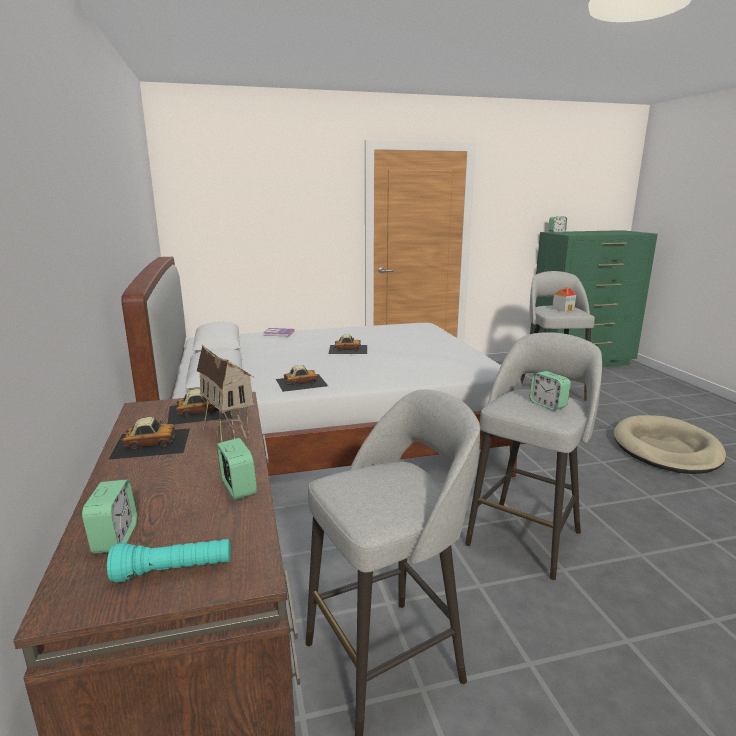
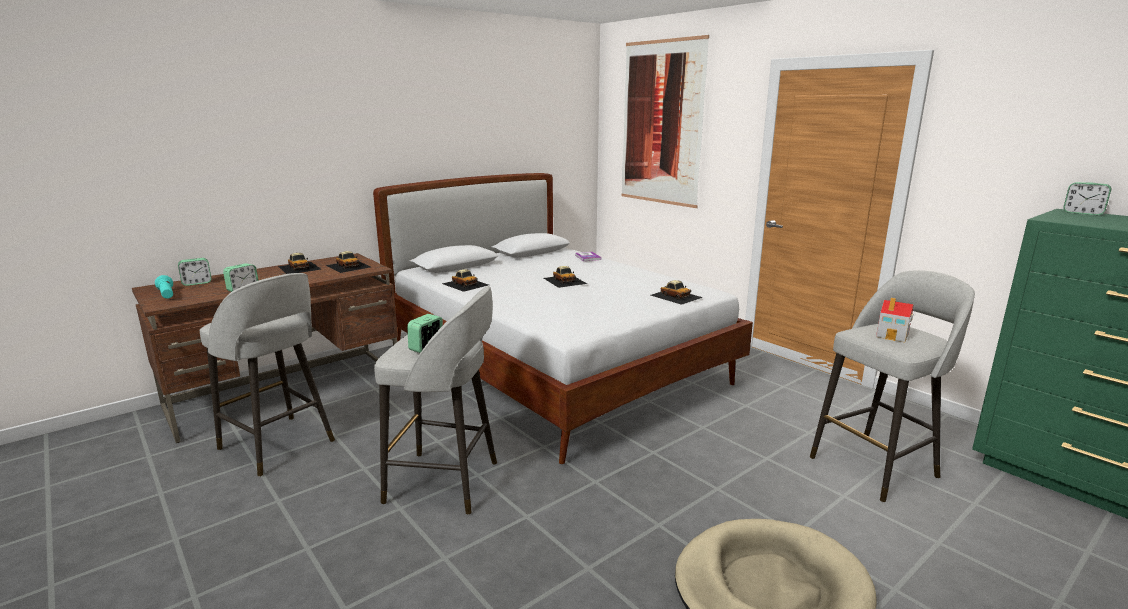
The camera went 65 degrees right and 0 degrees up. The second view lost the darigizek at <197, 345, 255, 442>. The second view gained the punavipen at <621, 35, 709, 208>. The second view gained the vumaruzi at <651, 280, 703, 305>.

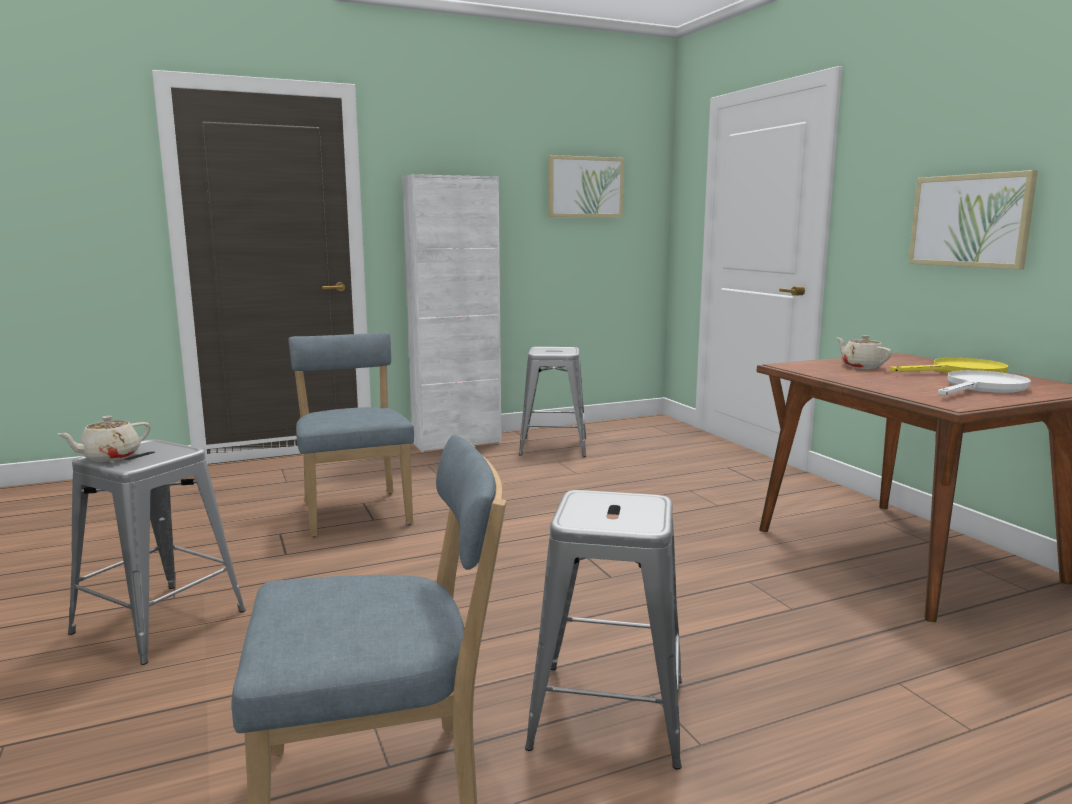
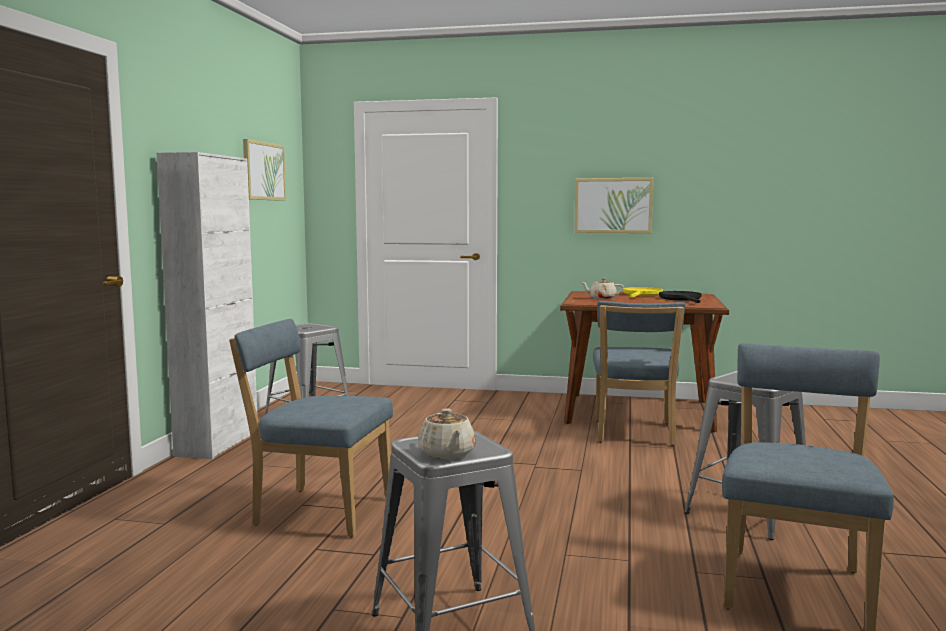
The camera went 55 degrees left and 5 degrees down. The second view gained the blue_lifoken at <593, 301, 686, 446>. What was the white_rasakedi at <938, 370, 1031, 396> turned into the black_rasakedi at <659, 291, 702, 303>.

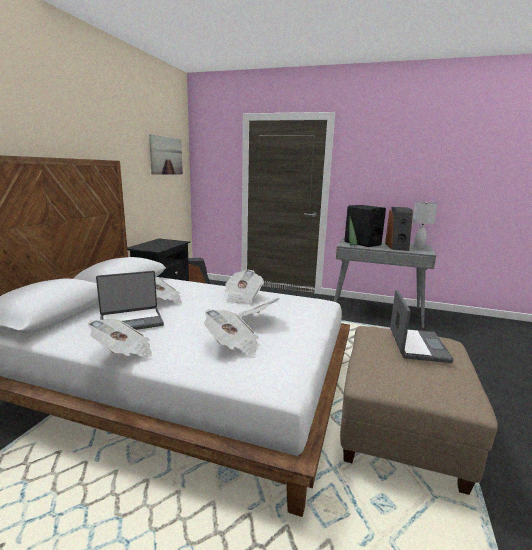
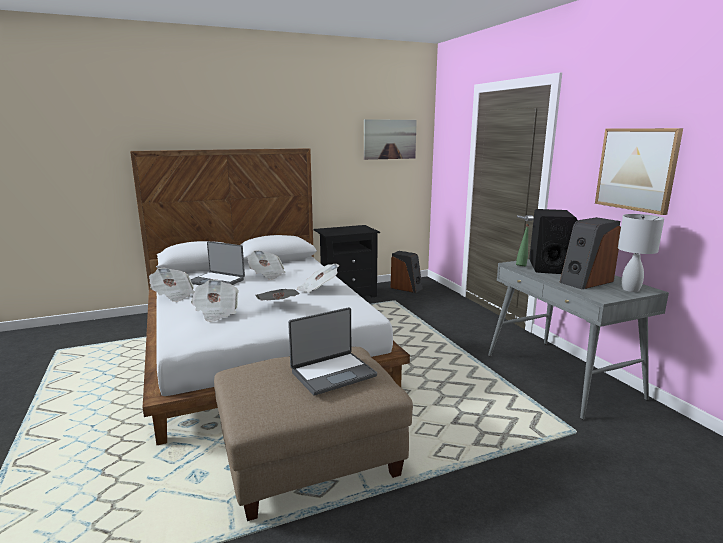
The camera went 50 degrees right and 0 degrees up. The second view gained the punavipen at <595, 128, 683, 215>.

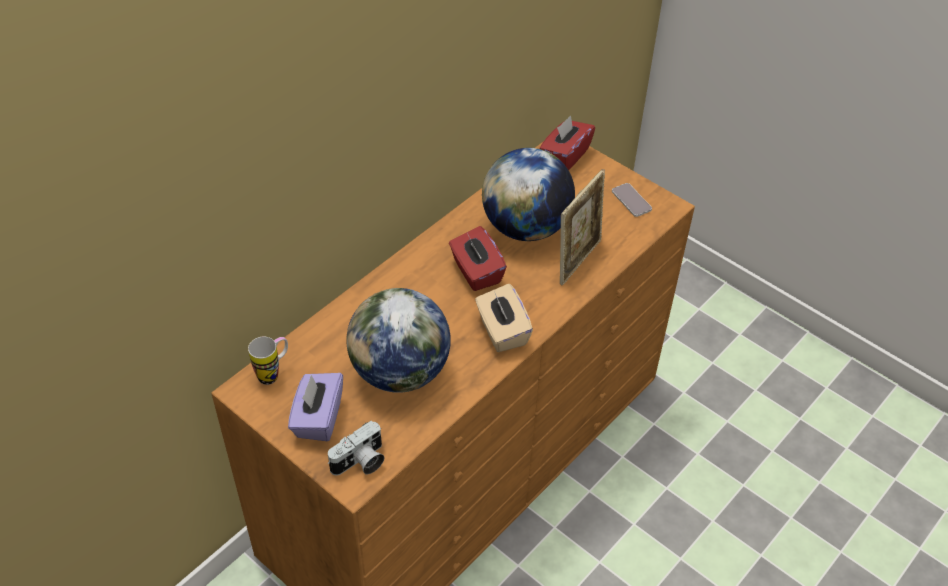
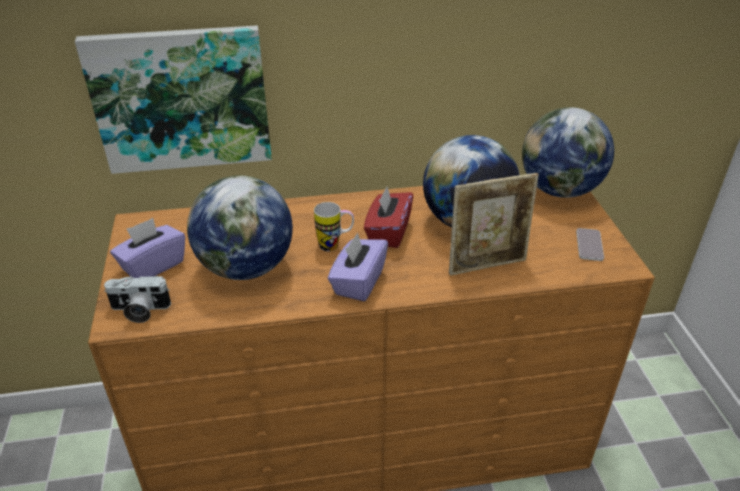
The camera went 40 degrees right and 10 degrees down. The second view gained the punavipen at <75, 25, 272, 174>. The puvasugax ended up elsewhere, having gone from <248, 337, 288, 385> to <314, 202, 354, 252>. Where the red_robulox stood at <540, 116, 595, 170>, the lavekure came to stand at <522, 107, 614, 198>. What was the beige_robulox at <475, 284, 533, 352> turned into the purple_robulox at <328, 232, 388, 301>.

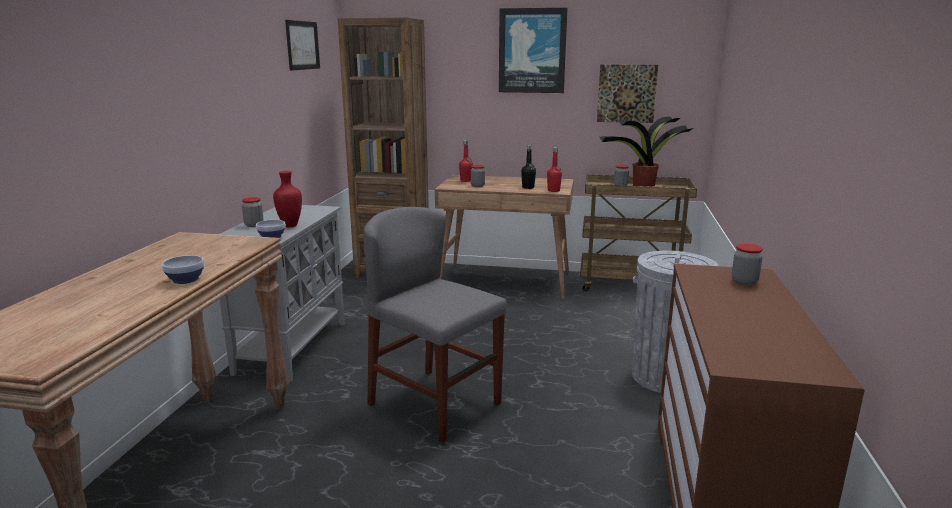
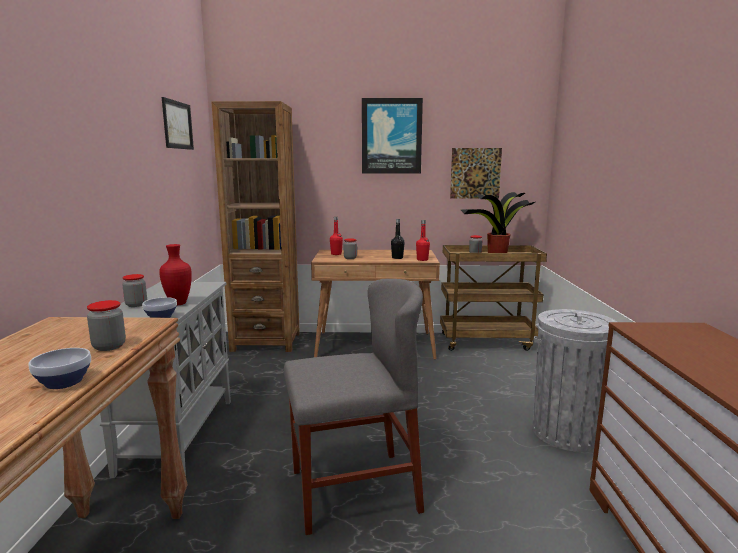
The camera went 10 degrees left and 5 degrees down. The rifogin ended up elsewhere, having gone from <732, 244, 763, 286> to <87, 300, 126, 351>. The grey_lifoken at <364, 207, 507, 443> ended up facing another way, 135 degrees clockwise from before.

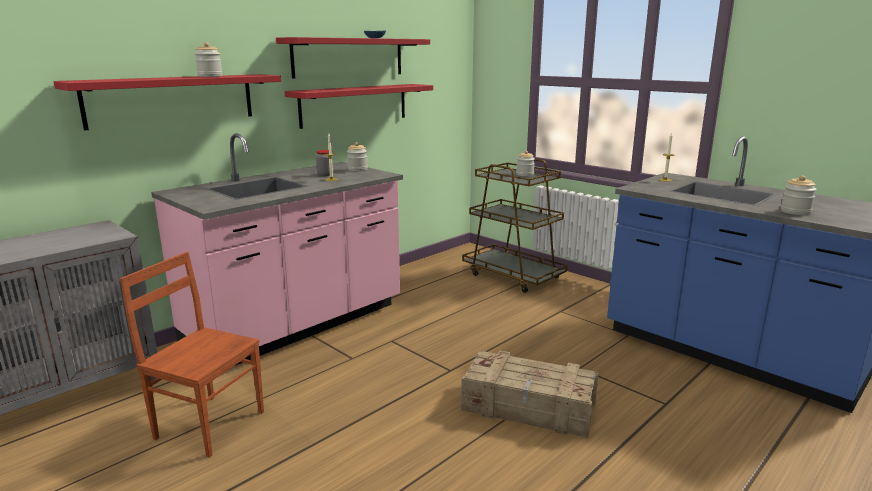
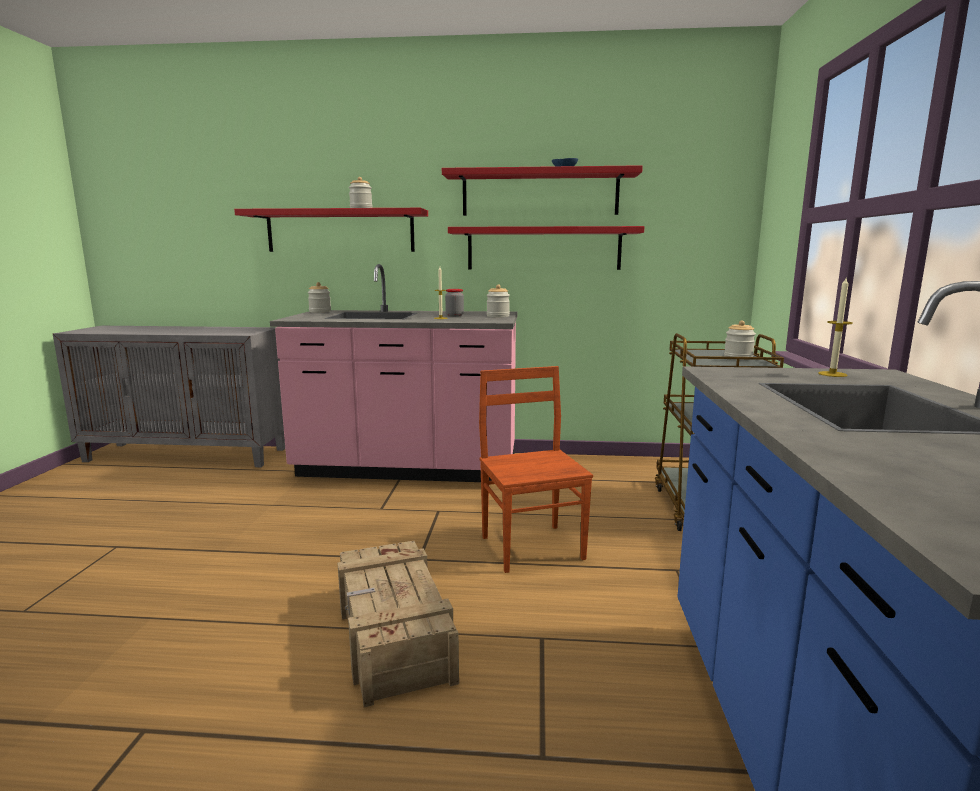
The camera went 50 degrees right and 5 degrees down. The brown_lifoken ended up elsewhere, having gone from <120, 252, 264, 458> to <479, 366, 593, 573>. The rifogin ended up elsewhere, having gone from <781, 175, 817, 215> to <308, 282, 331, 313>.

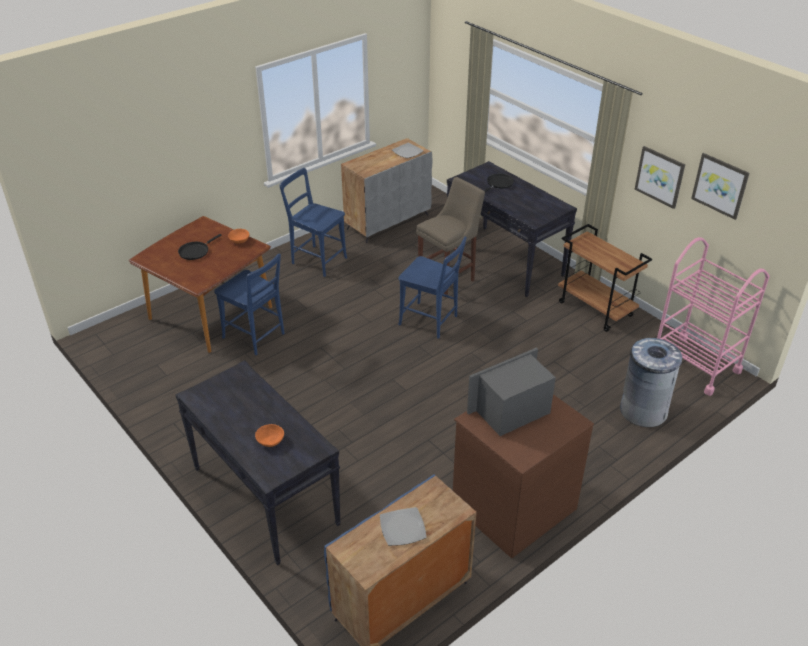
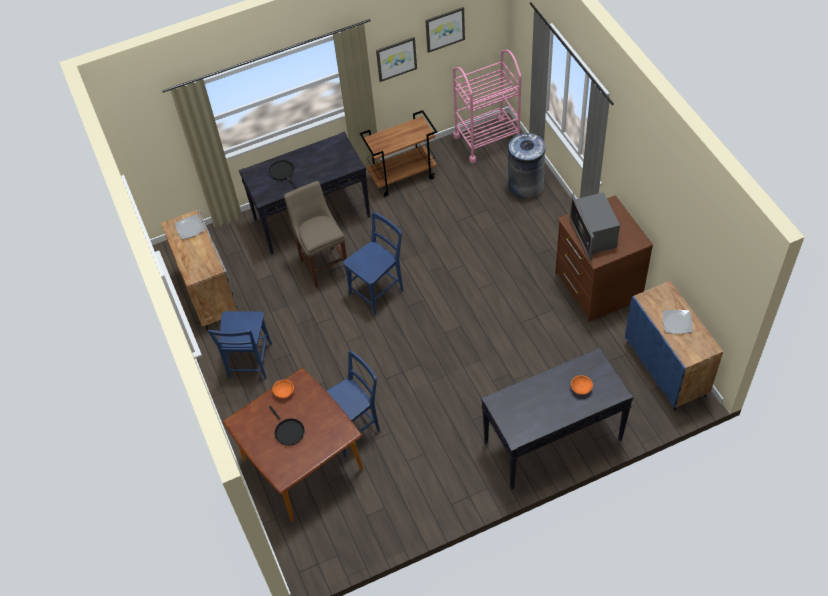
The camera went 70 degrees left and 15 degrees up. The blue_lifoken at <280, 168, 347, 277> ended up facing another way, 45 degrees counterclockwise from before.

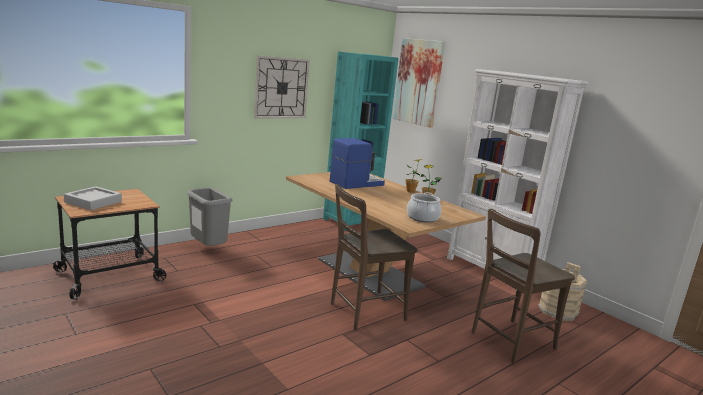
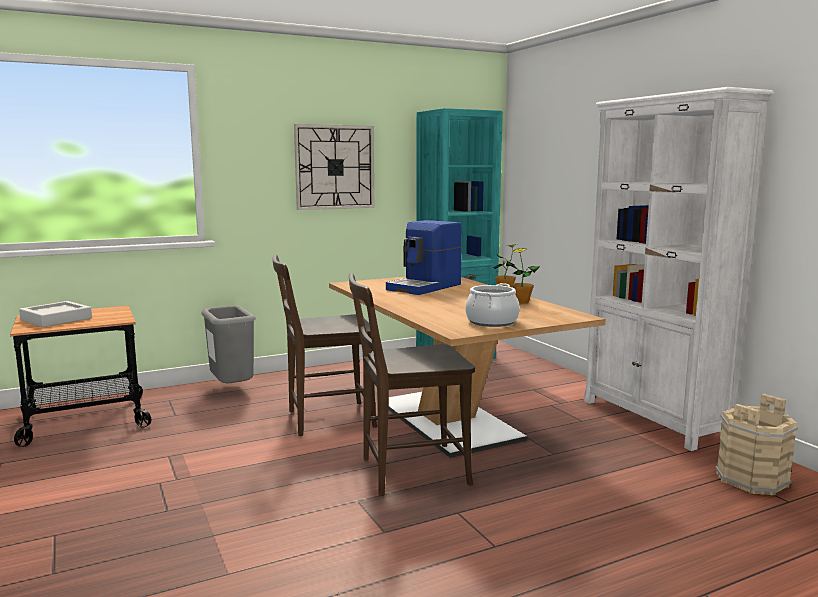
The camera went 15 degrees right and 5 degrees down. The second view lost the punavipen at <393, 38, 445, 128>. The brown_lifoken ended up elsewhere, having gone from <472, 209, 575, 363> to <272, 255, 377, 436>. The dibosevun at <330, 138, 385, 189> ended up facing another way, 150 degrees clockwise from before.

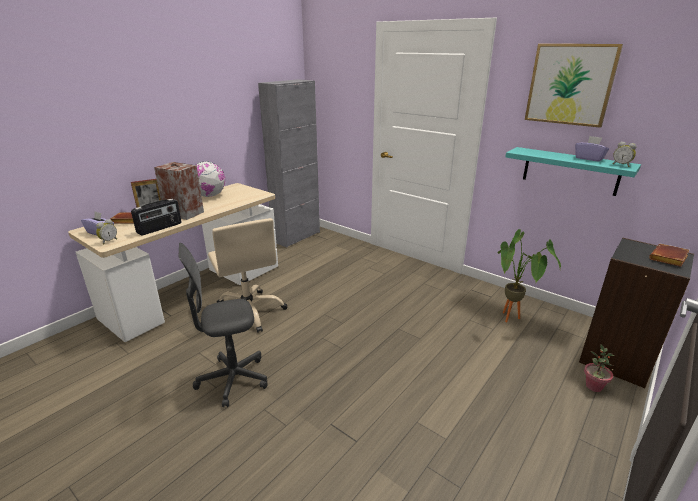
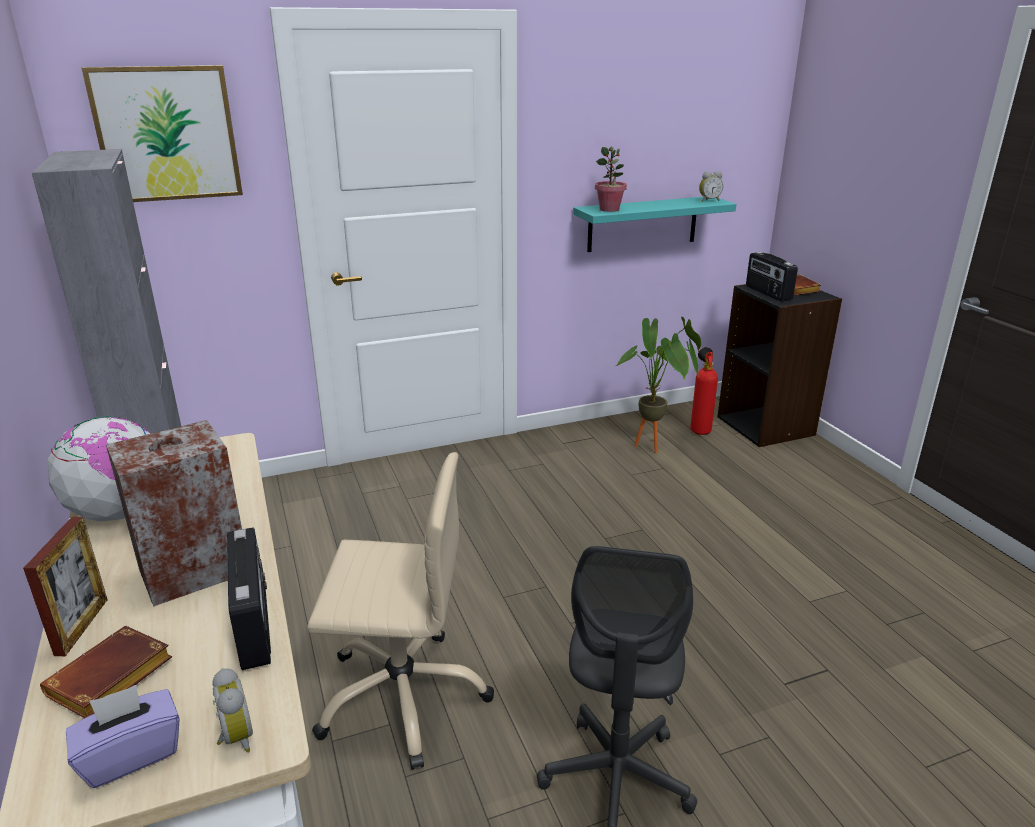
The camera went 60 degrees left and 0 degrees up. The second view lost the purple_robulox at <575, 136, 609, 161>. The second view gained the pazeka at <690, 347, 718, 435>. The second view gained the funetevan at <746, 252, 798, 302>. The punavipen ended up elsewhere, having gone from <525, 44, 623, 128> to <82, 65, 243, 202>. The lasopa ended up elsewhere, having gone from <584, 344, 615, 392> to <595, 147, 627, 212>.

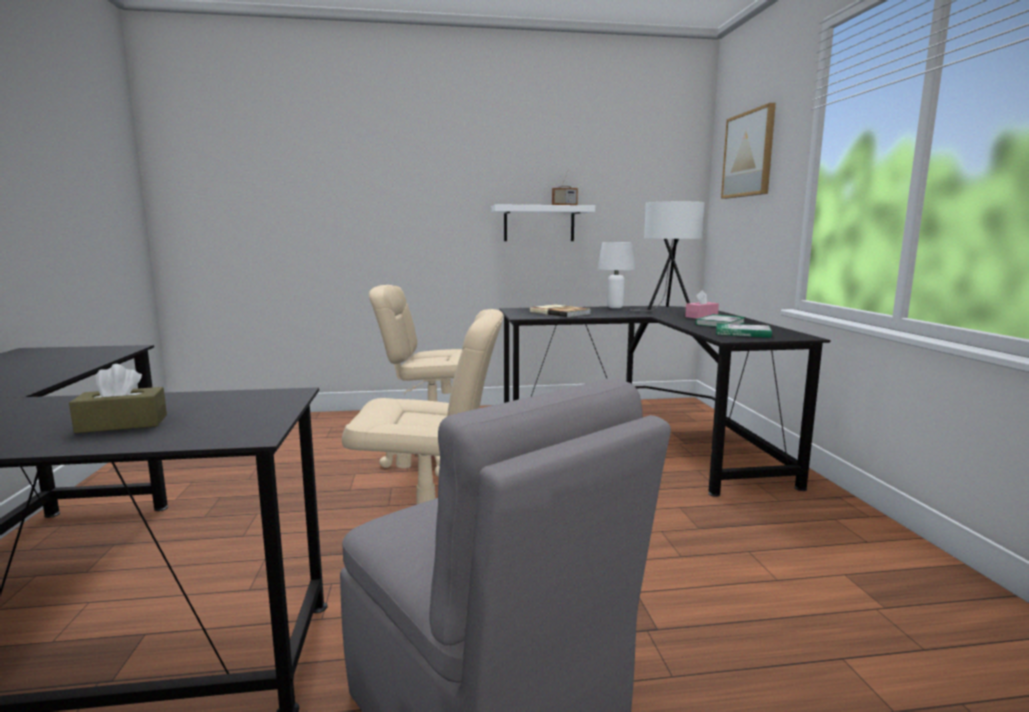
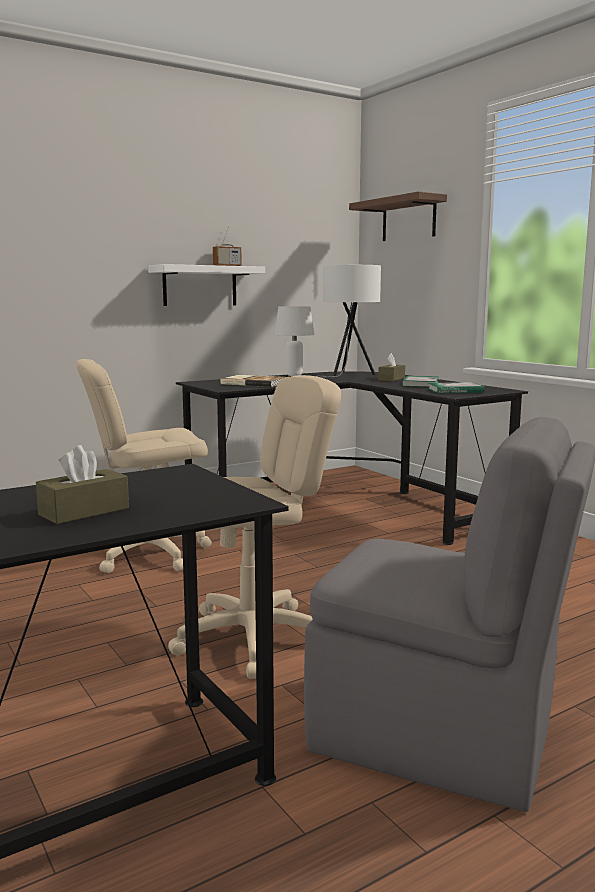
The camera went 25 degrees left and 0 degrees up. Where the punavipen hung at <721, 103, 776, 199>, the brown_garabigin came to hang at <349, 192, 447, 241>. What was the pink_robulox at <685, 290, 719, 319> turned into the brown_robulox at <378, 353, 405, 381>.

